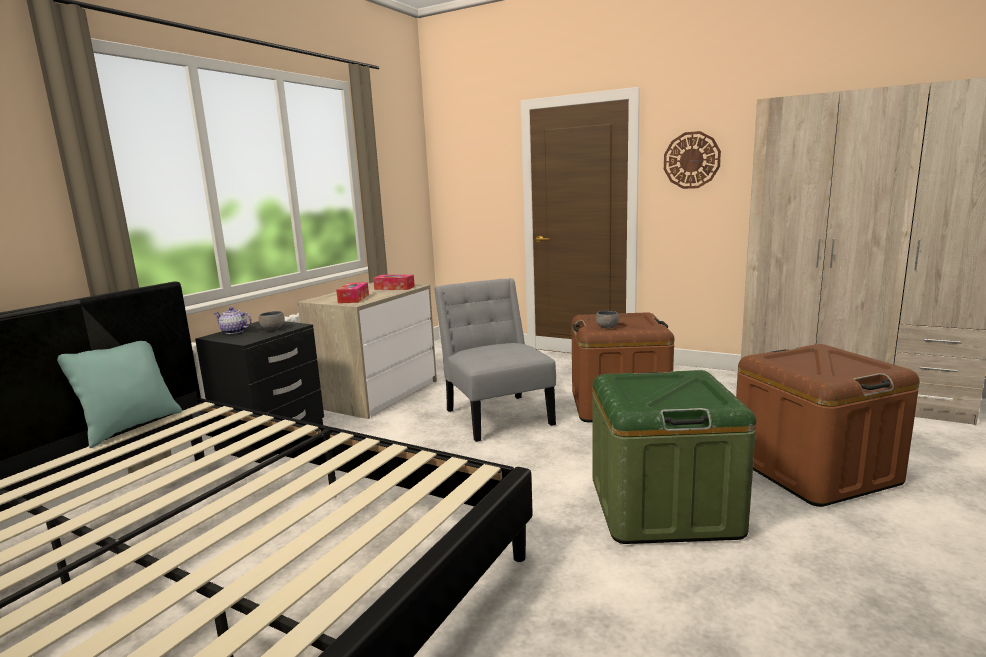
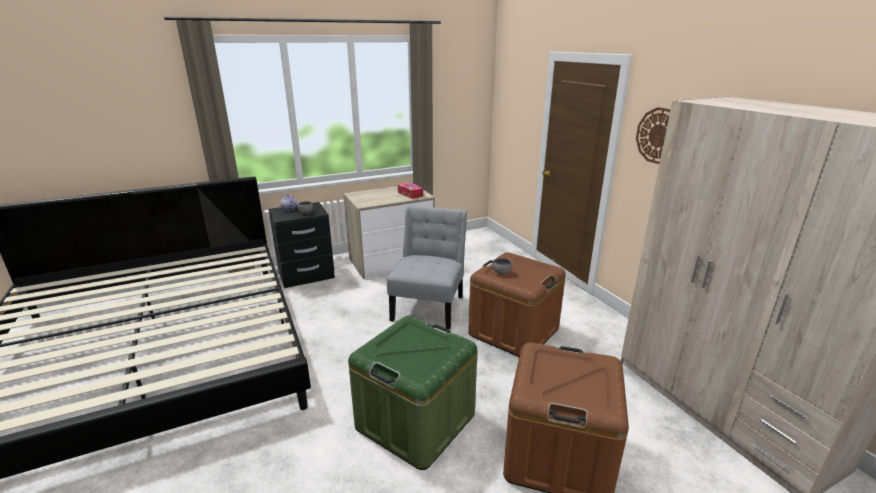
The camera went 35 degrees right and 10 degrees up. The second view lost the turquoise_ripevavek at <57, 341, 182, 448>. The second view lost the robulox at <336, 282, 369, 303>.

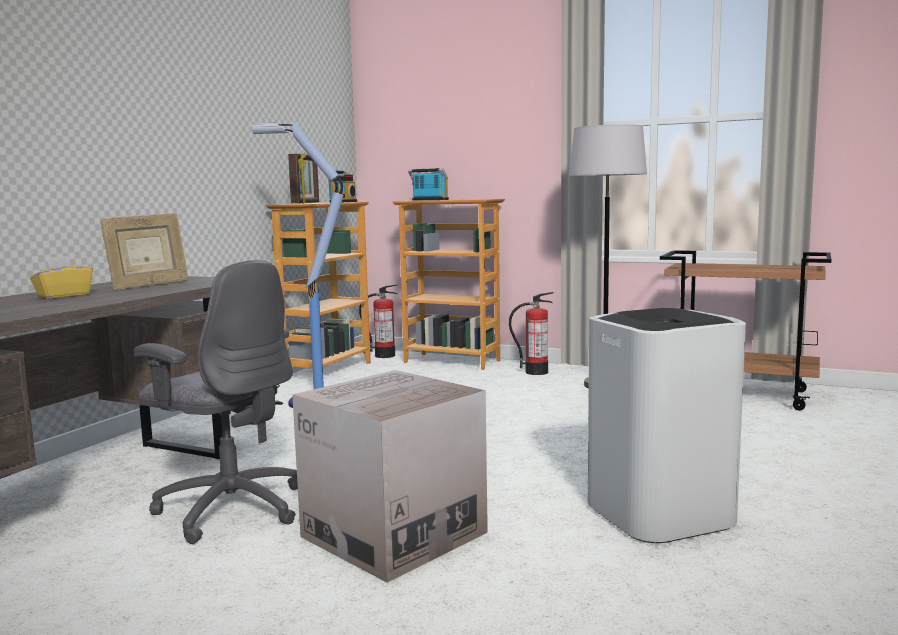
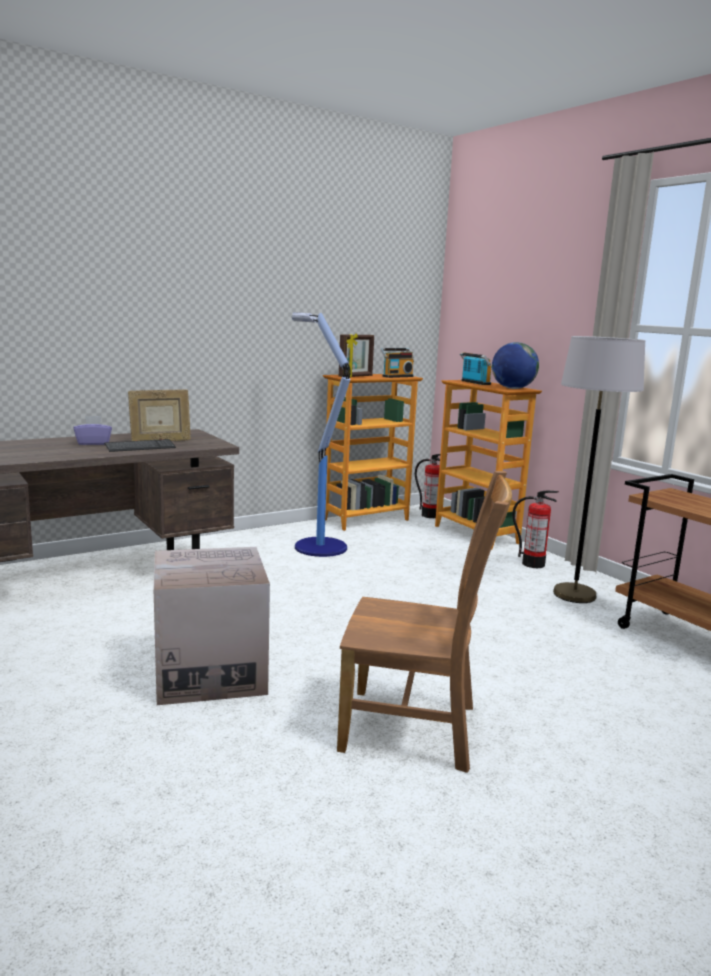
The camera went 30 degrees right and 5 degrees up. The second view lost the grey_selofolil at <134, 260, 298, 544>. The second view gained the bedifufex at <104, 439, 176, 452>. The second view gained the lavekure at <492, 342, 539, 389>. Where the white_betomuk stood at <588, 308, 746, 543>, the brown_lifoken came to stand at <337, 471, 512, 773>. What was the yellow_robulox at <30, 256, 93, 299> turned into the purple_robulox at <73, 416, 112, 445>.

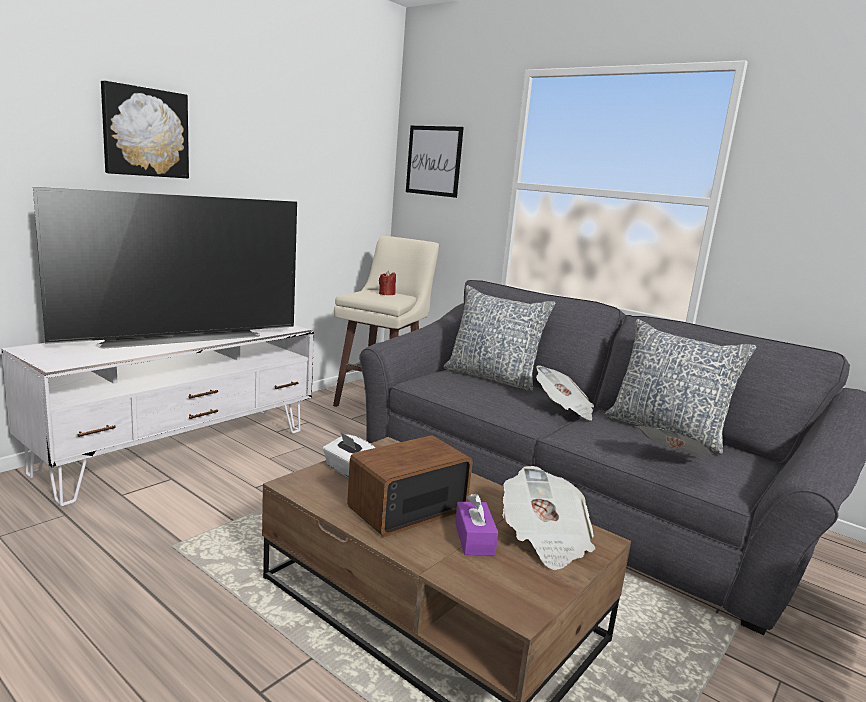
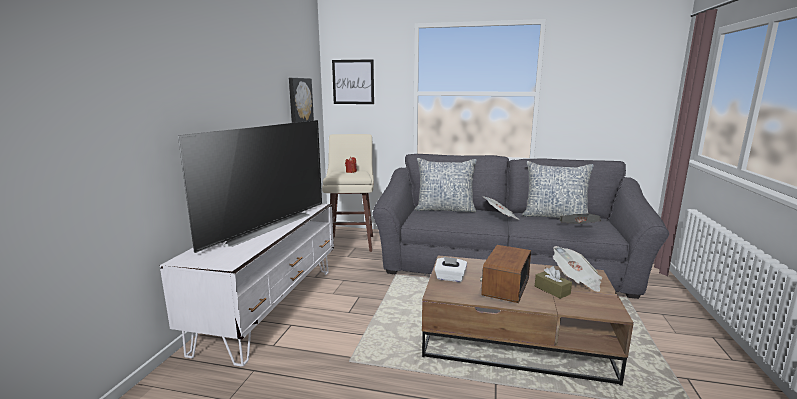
The camera went 25 degrees left and 0 degrees up. The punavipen ended up elsewhere, having gone from <101, 81, 189, 179> to <289, 78, 314, 123>. What was the purple_robulox at <455, 493, 498, 555> turned into the brown_robulox at <535, 266, 572, 299>.

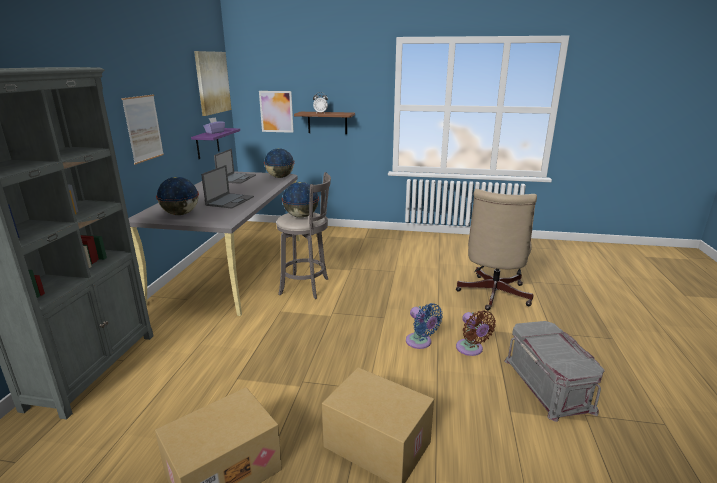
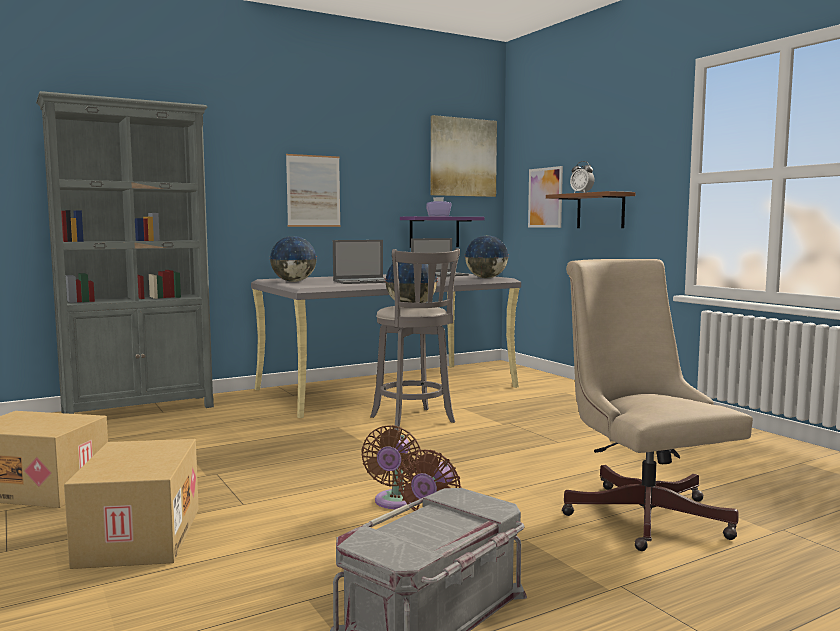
The camera went 50 degrees right and 15 degrees down. What was the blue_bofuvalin at <406, 303, 443, 349> turned into the brown_bofuvalin at <361, 425, 422, 509>. The beige_selofolil at <456, 189, 537, 310> ended up facing another way, 90 degrees clockwise from before.

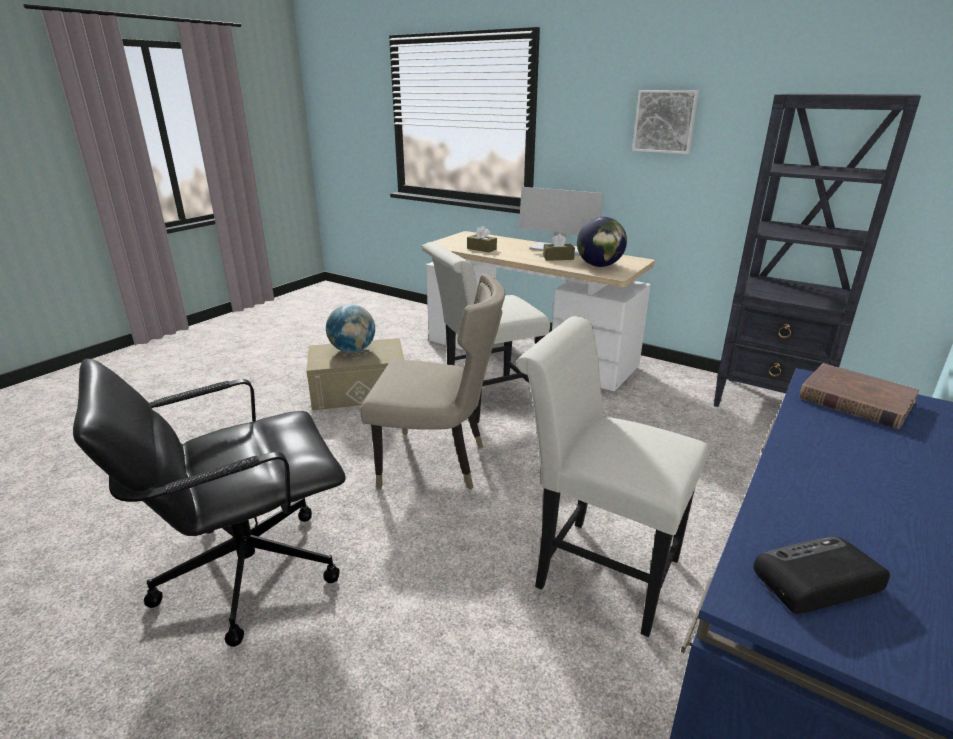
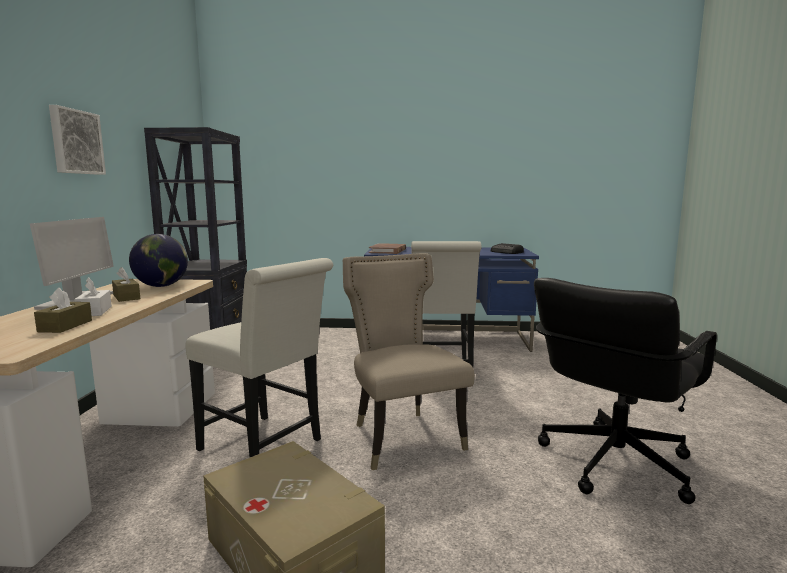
The camera went 120 degrees left and 15 degrees down. The second view lost the lavekure at <326, 304, 375, 353>. The second view gained the white_robulox at <74, 278, 112, 316>. The black_selofolil at <73, 359, 346, 647> ended up facing another way, 105 degrees clockwise from before.

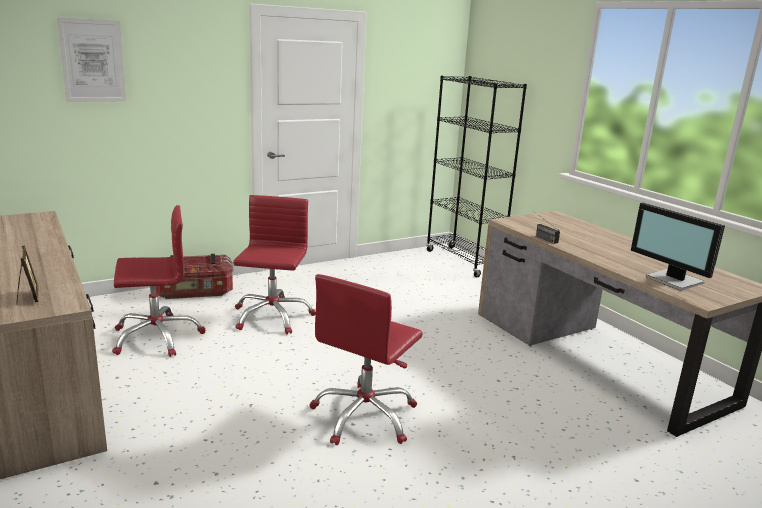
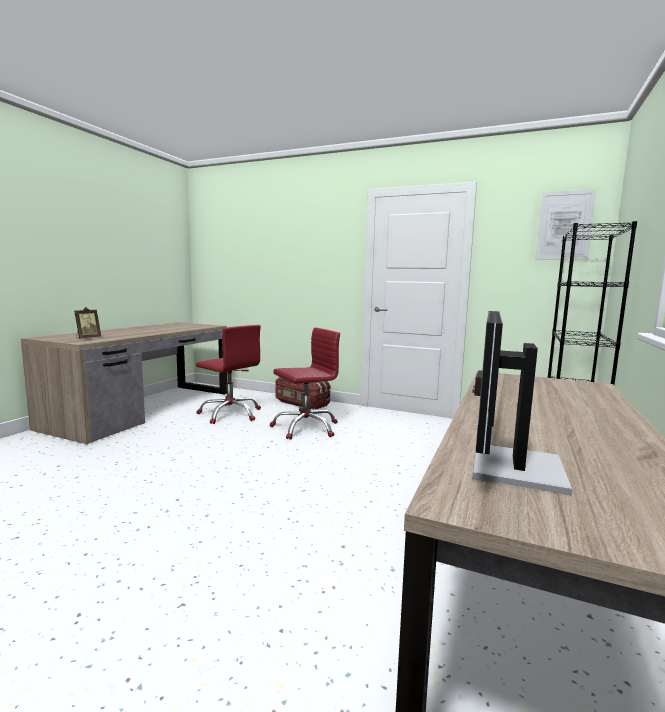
The camera went 55 degrees right and 10 degrees down. The second view lost the red_selofolil at <310, 274, 423, 445>. The punavipen ended up elsewhere, having gone from <57, 17, 126, 102> to <535, 189, 596, 259>.

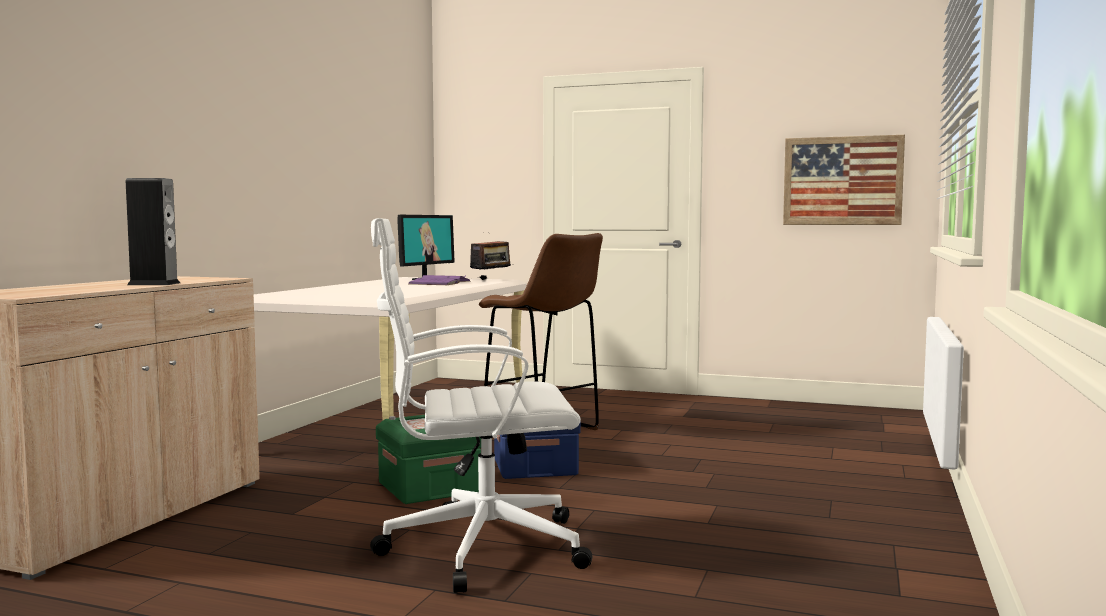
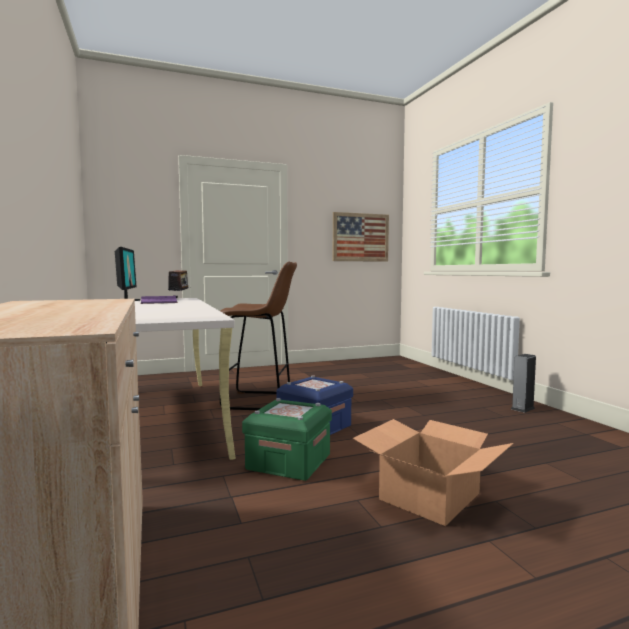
The camera went 40 degrees left and 0 degrees up. The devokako ended up elsewhere, having gone from <126, 178, 180, 285> to <511, 354, 536, 413>. Where the white_selofolil stood at <370, 218, 593, 593>, the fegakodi came to stand at <353, 419, 514, 526>.

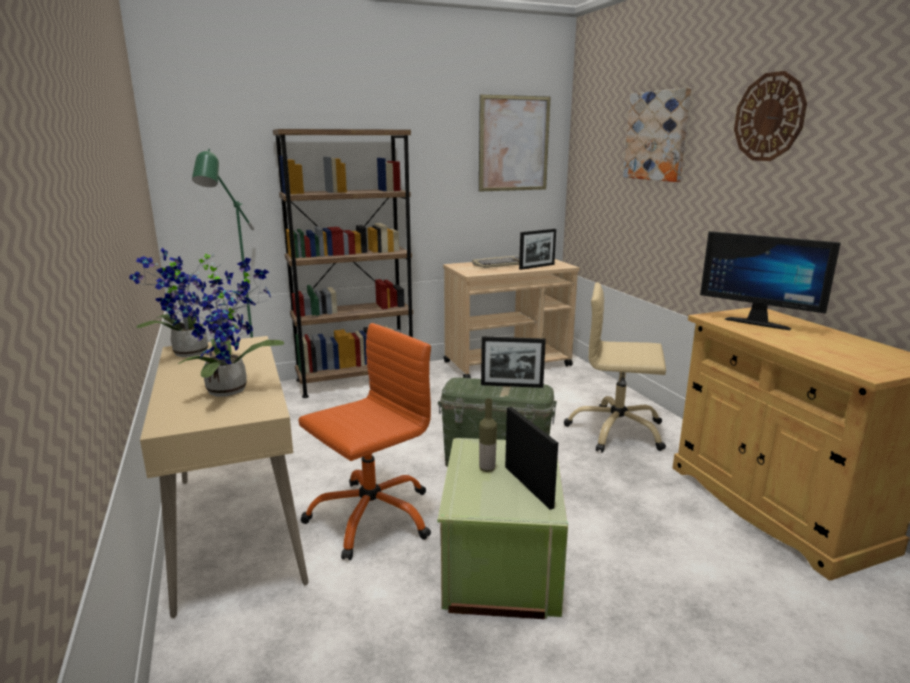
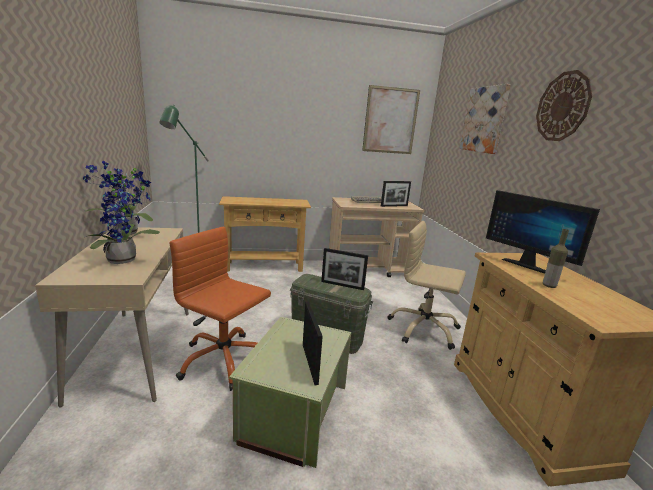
The camera went 10 degrees right and 0 degrees up. The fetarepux ended up elsewhere, having gone from <479, 398, 497, 472> to <543, 229, 569, 288>. Where the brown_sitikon stood at <273, 129, 413, 398>, the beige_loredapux came to stand at <219, 196, 311, 272>. The orange_selofolil at <298, 323, 431, 560> ended up facing another way, 120 degrees counterclockwise from before.

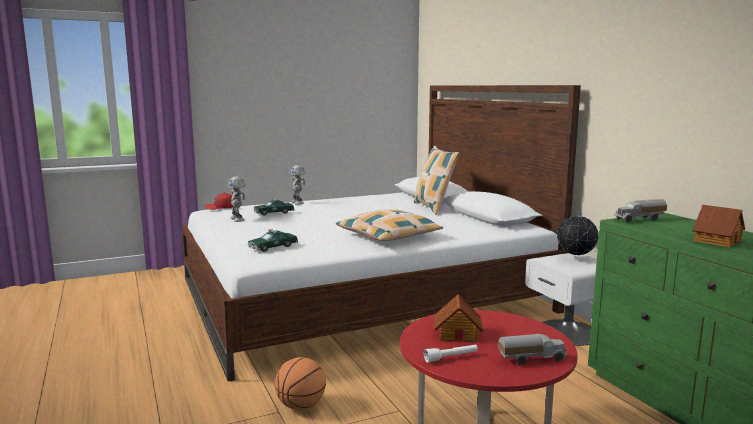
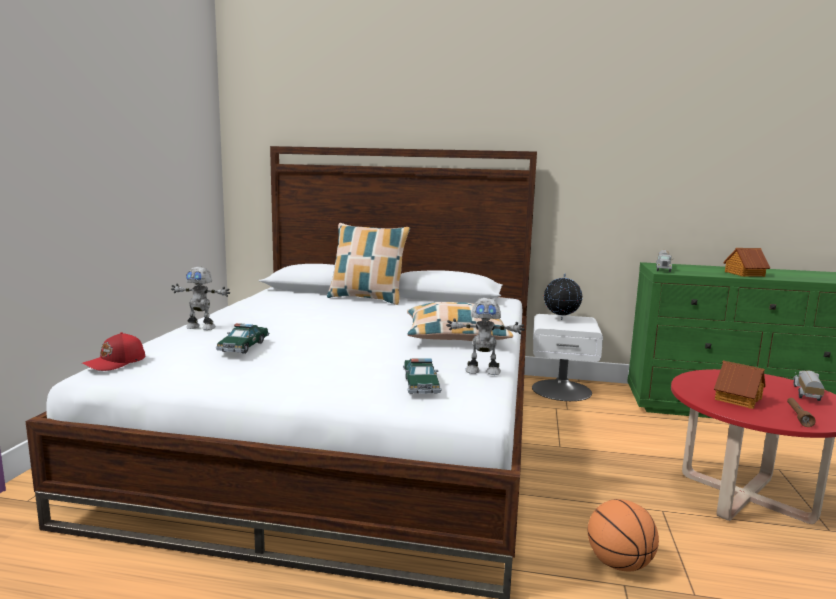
The camera went 55 degrees left and 0 degrees up. The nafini ended up elsewhere, having gone from <227, 177, 245, 222> to <446, 298, 525, 375>. What was the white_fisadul at <424, 344, 478, 363> turned into the brown_fisadul at <787, 398, 816, 427>.

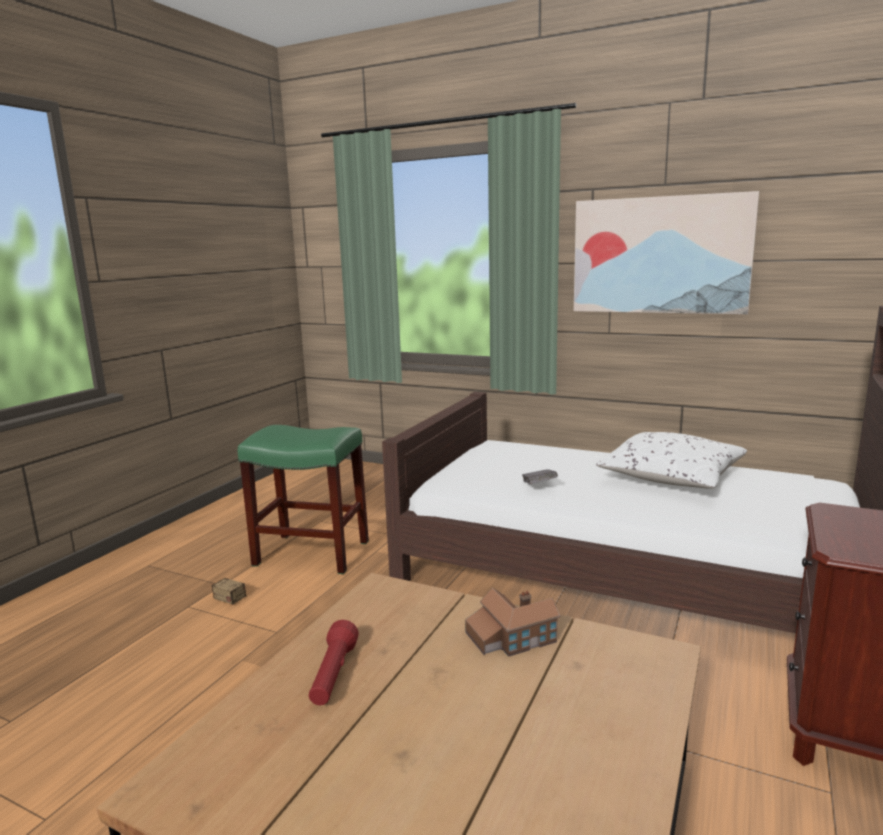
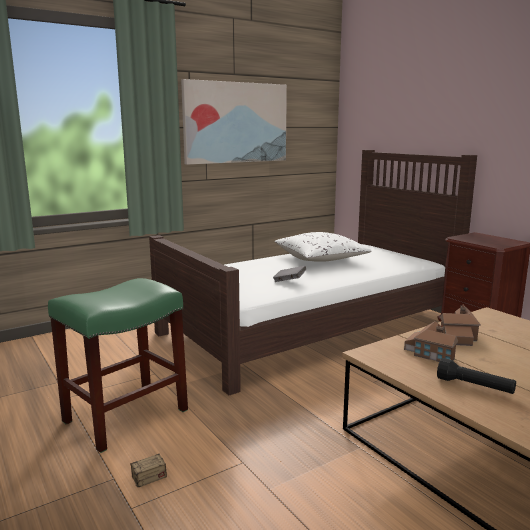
The camera went 60 degrees left and 0 degrees up. The second view gained the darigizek at <404, 321, 458, 362>. What was the red_fisadul at <309, 620, 359, 705> turned into the black_fisadul at <437, 358, 516, 394>.

